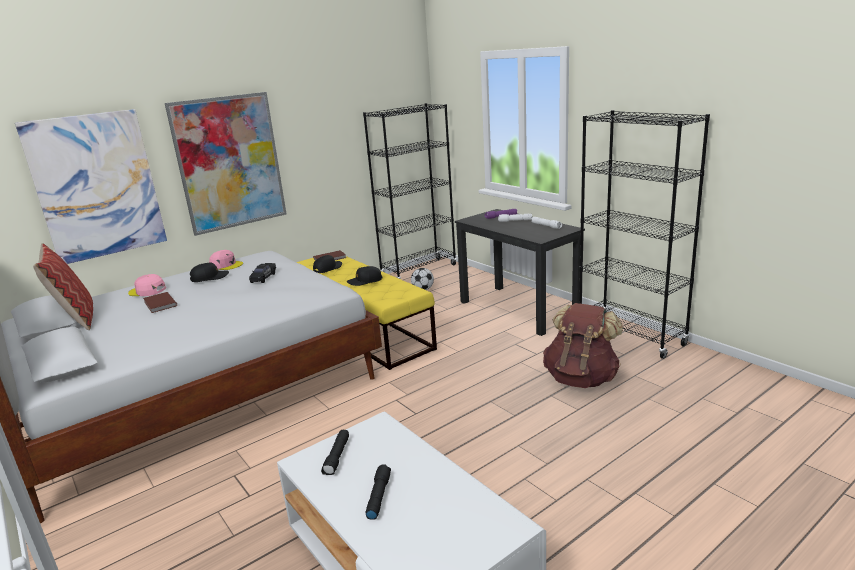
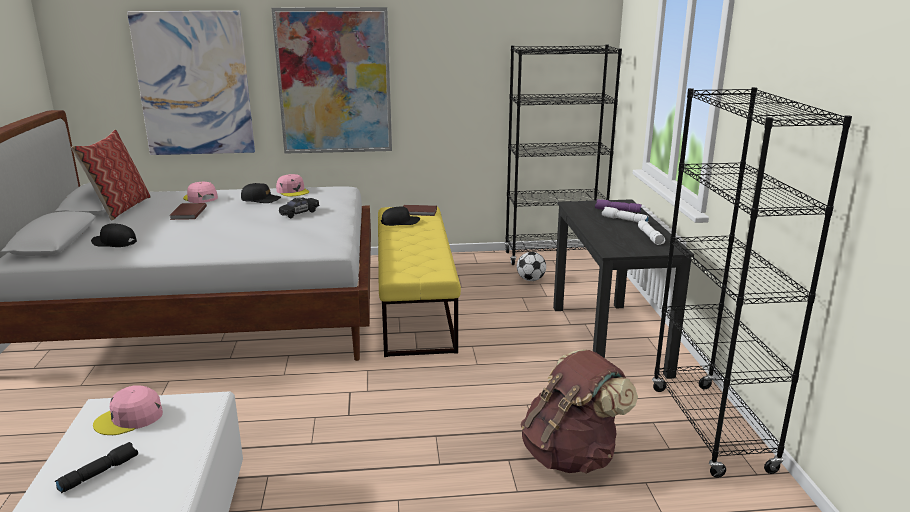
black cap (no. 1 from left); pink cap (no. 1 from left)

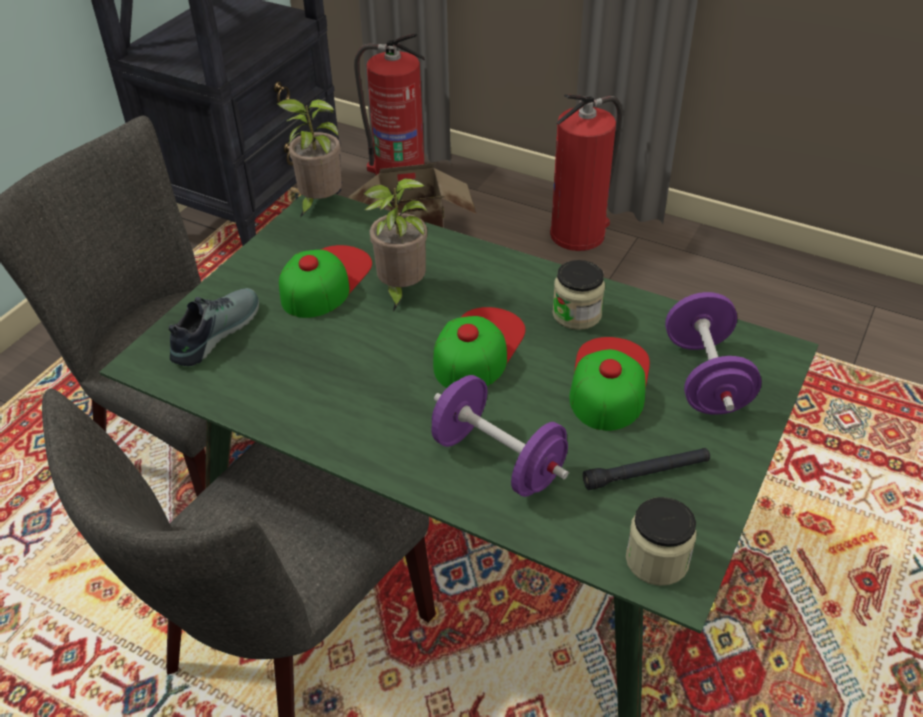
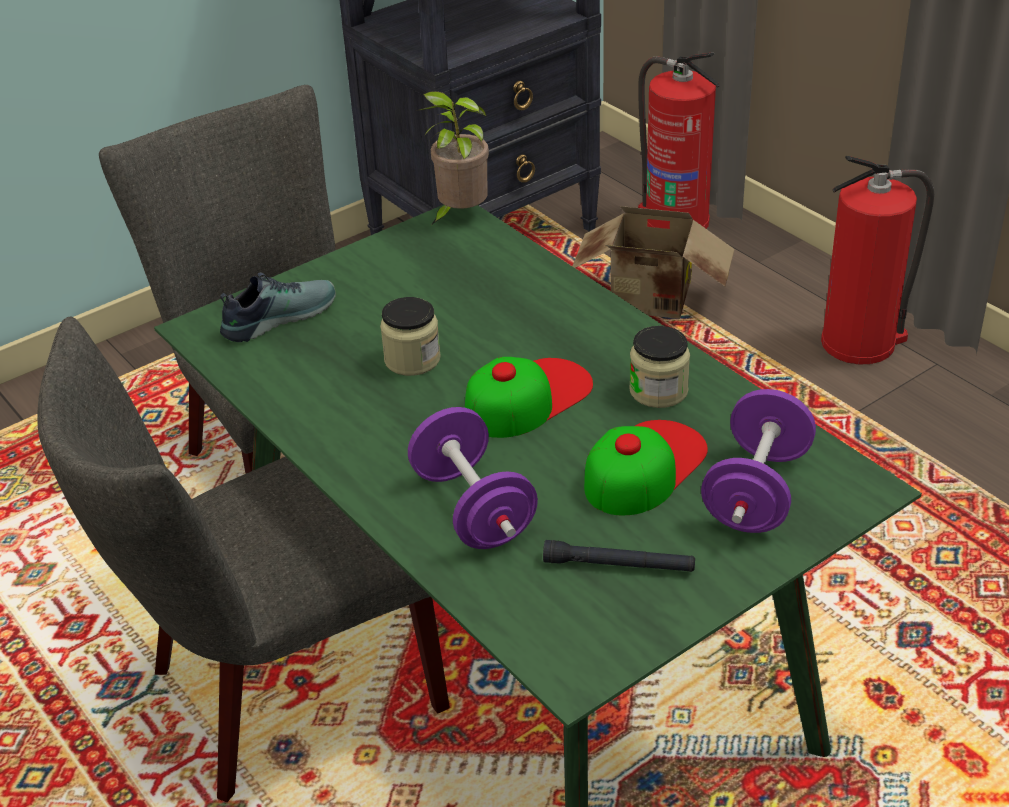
cap (no. 1 from left in the first image); potted plant (no. 2 from left in the first image); jar (no. 1 from left)

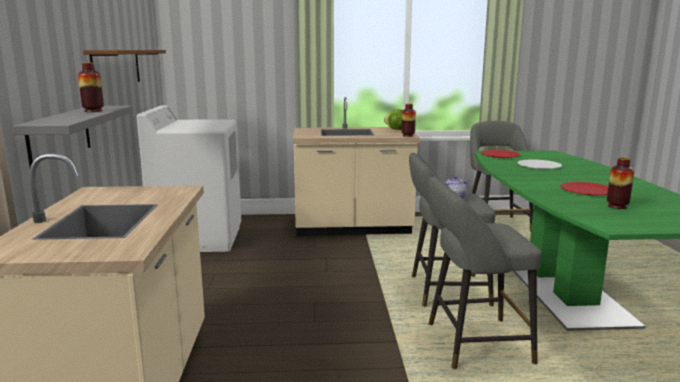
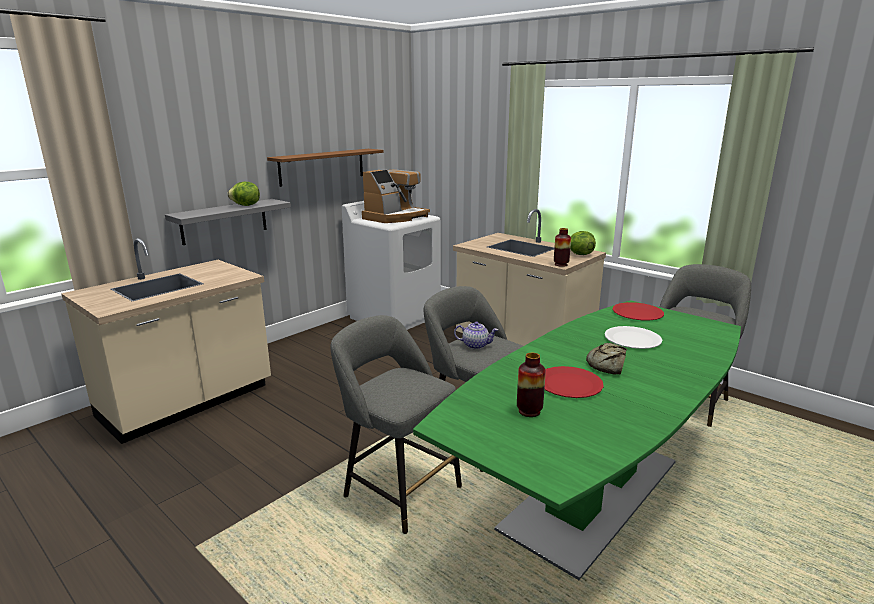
coffee machine; bread; lettuce (no. 1 from left)

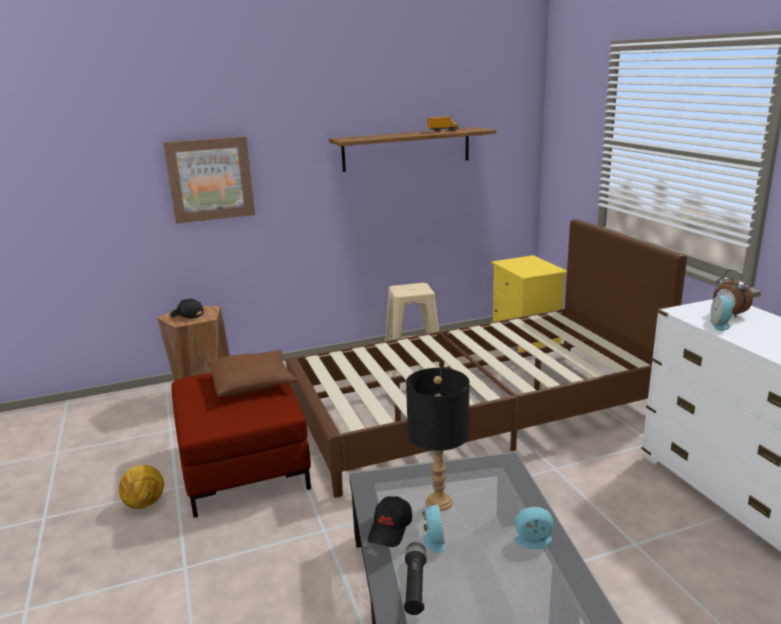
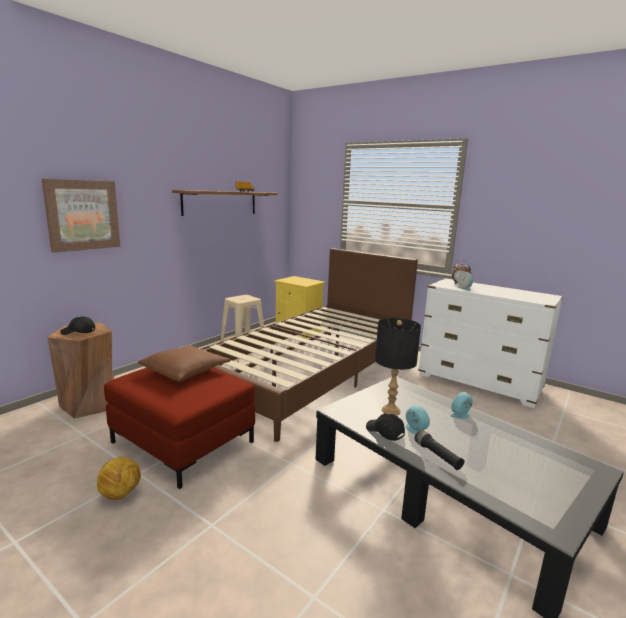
black cap (no. 2 from left)

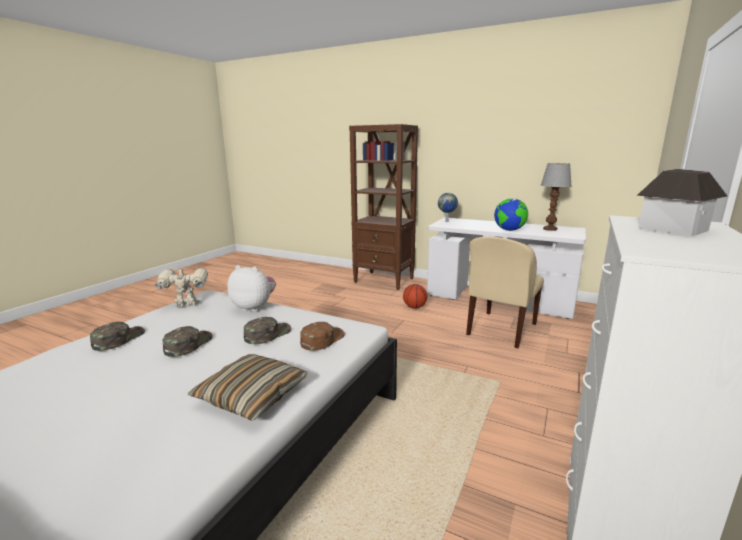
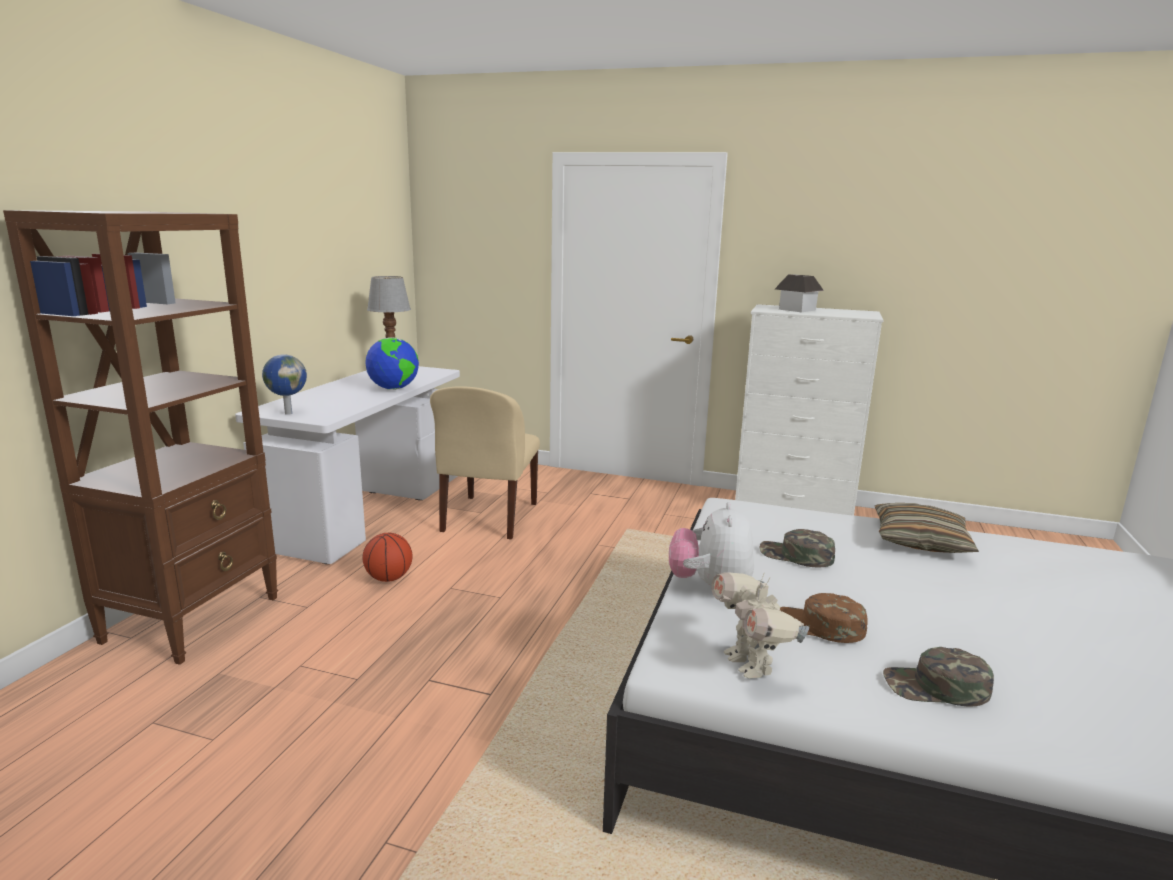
green cap (no. 2 from left in the first image); brown cap; beige chair

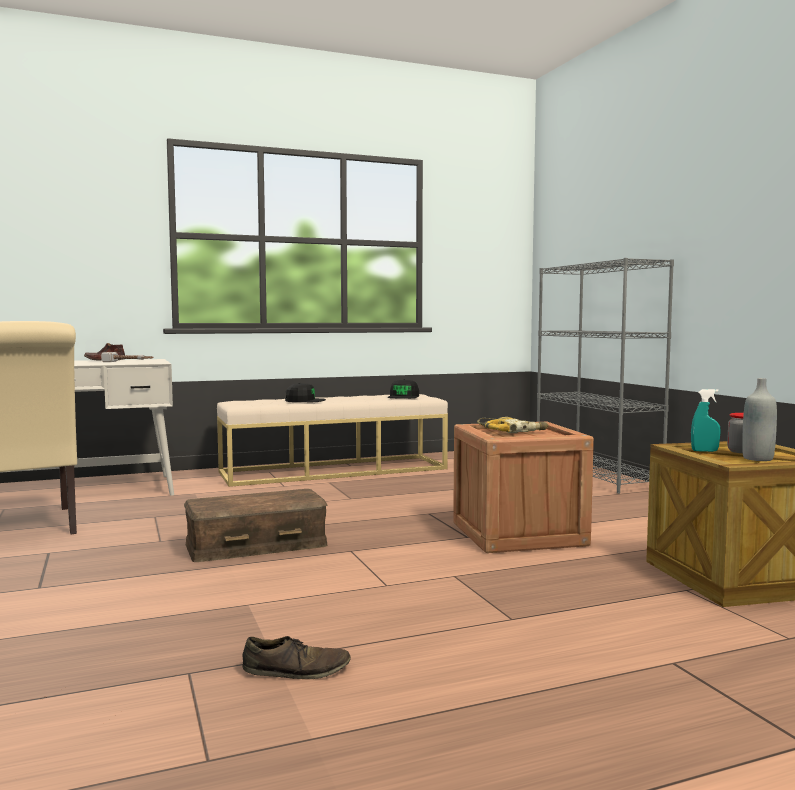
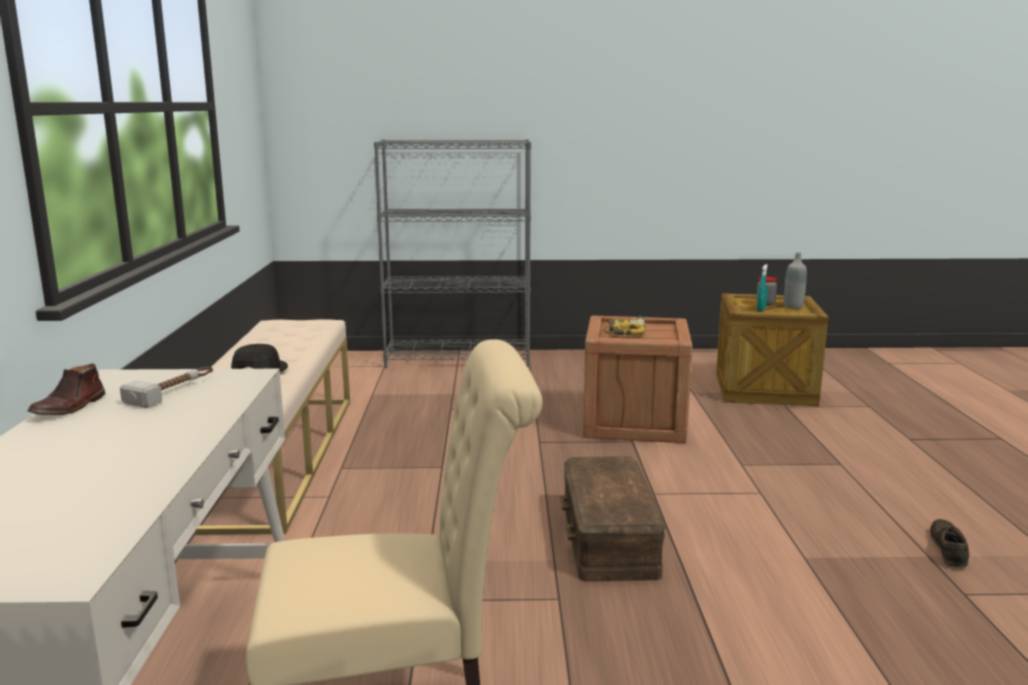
black cap (no. 2 from left in the first image)

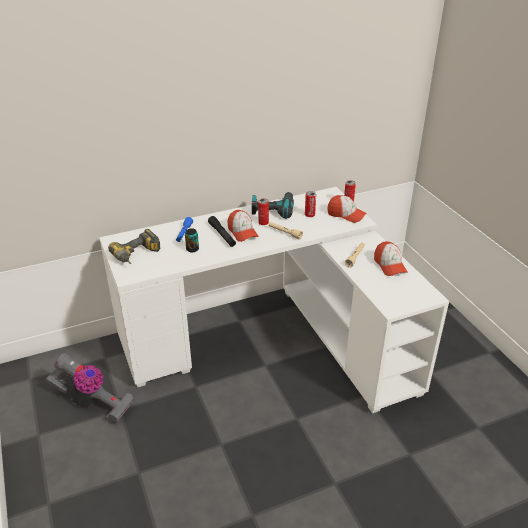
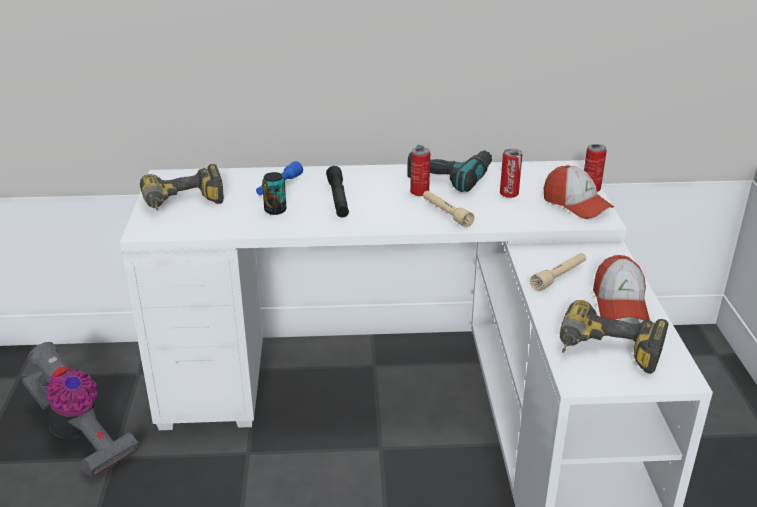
cap (no. 1 from left in the first image); power drill (no. 3 from left)

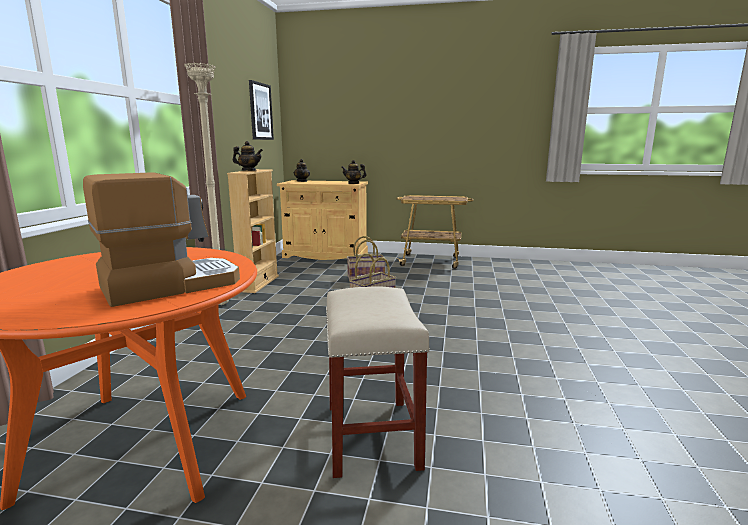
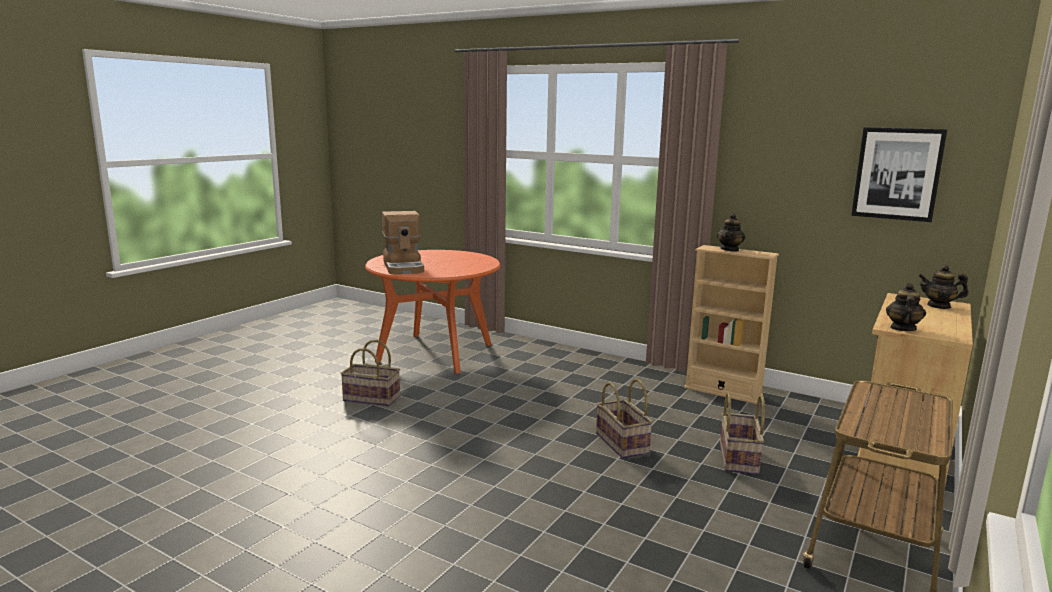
beige floor lamp; basket (no. 1 from left)

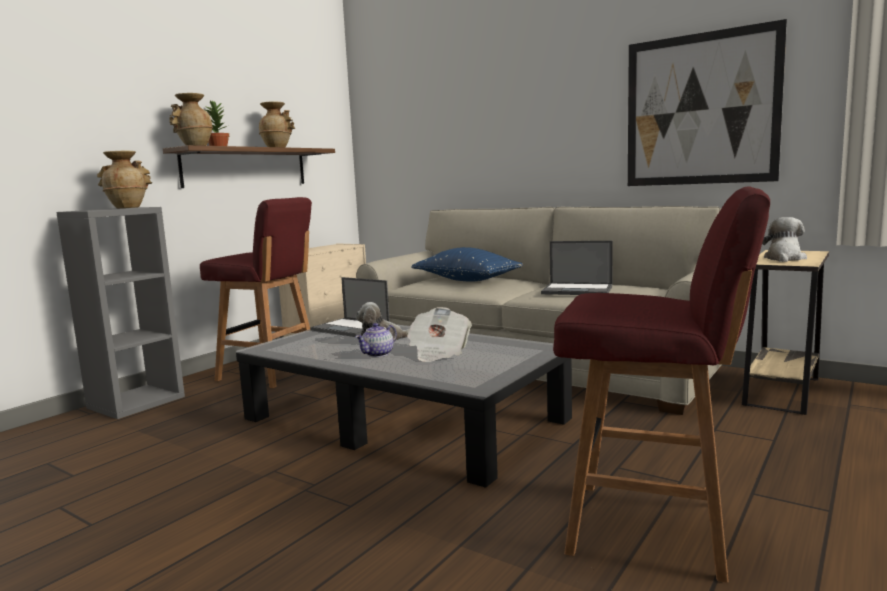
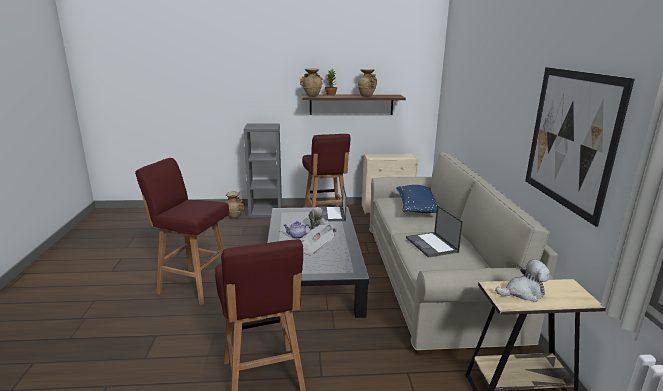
red stool (no. 1 from left); beige vase (no. 1 from left)

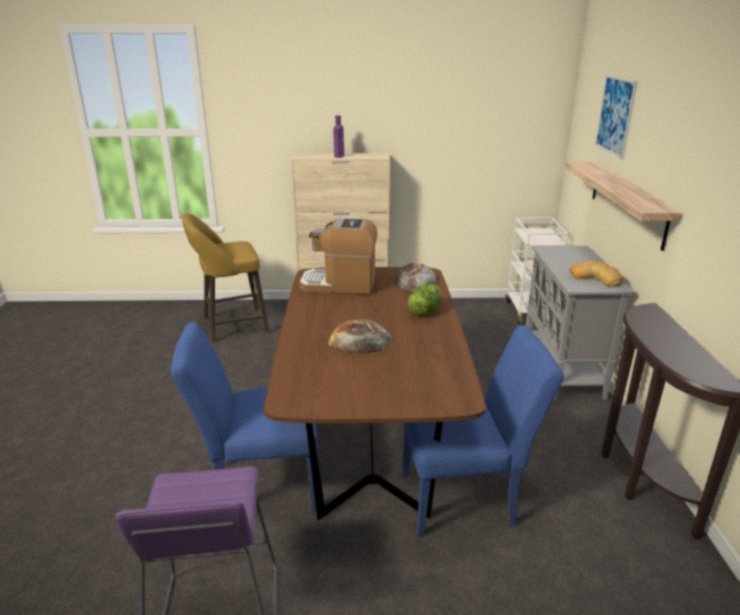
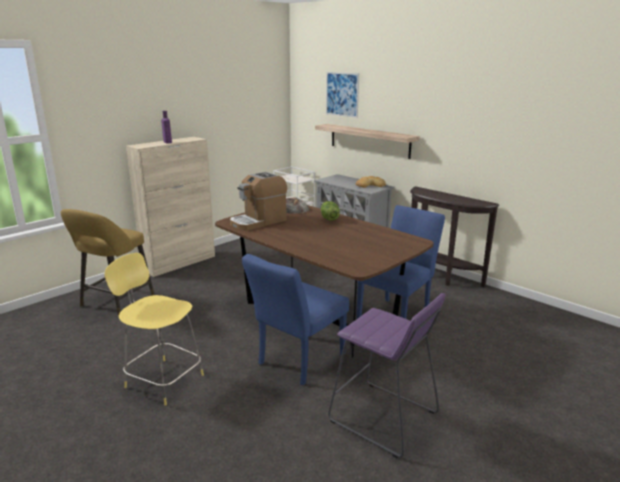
bread (no. 1 from left in the first image); yellow stool (no. 2 from left)

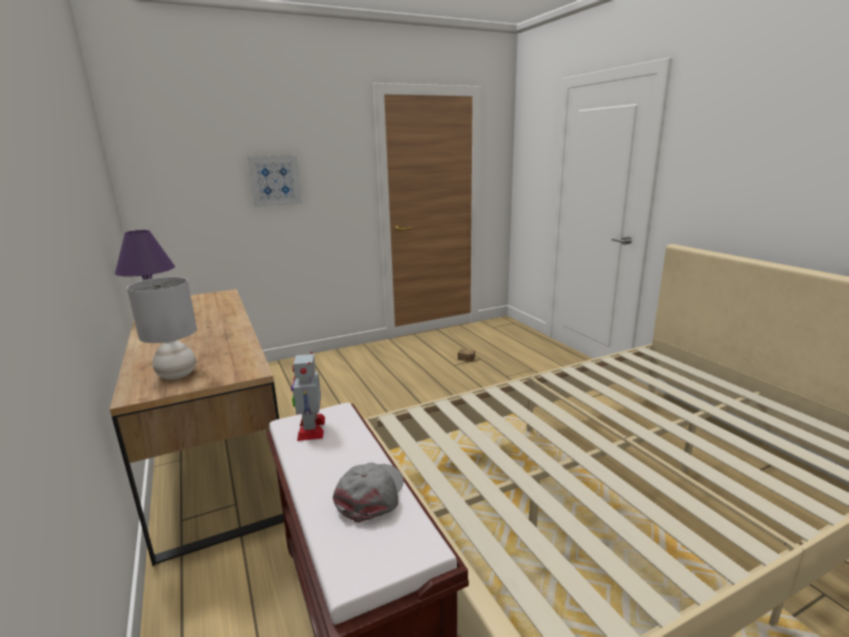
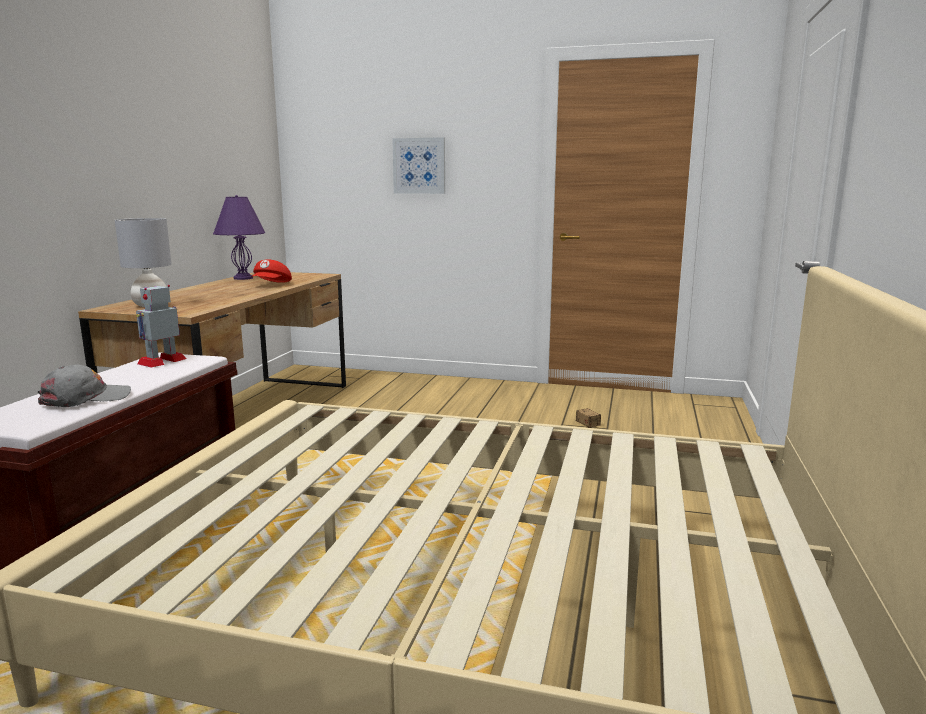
red cap

